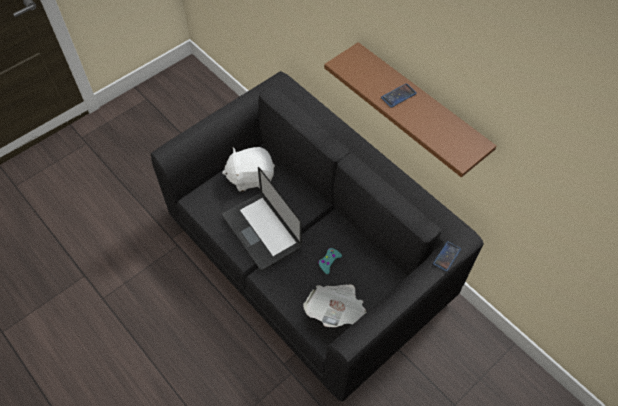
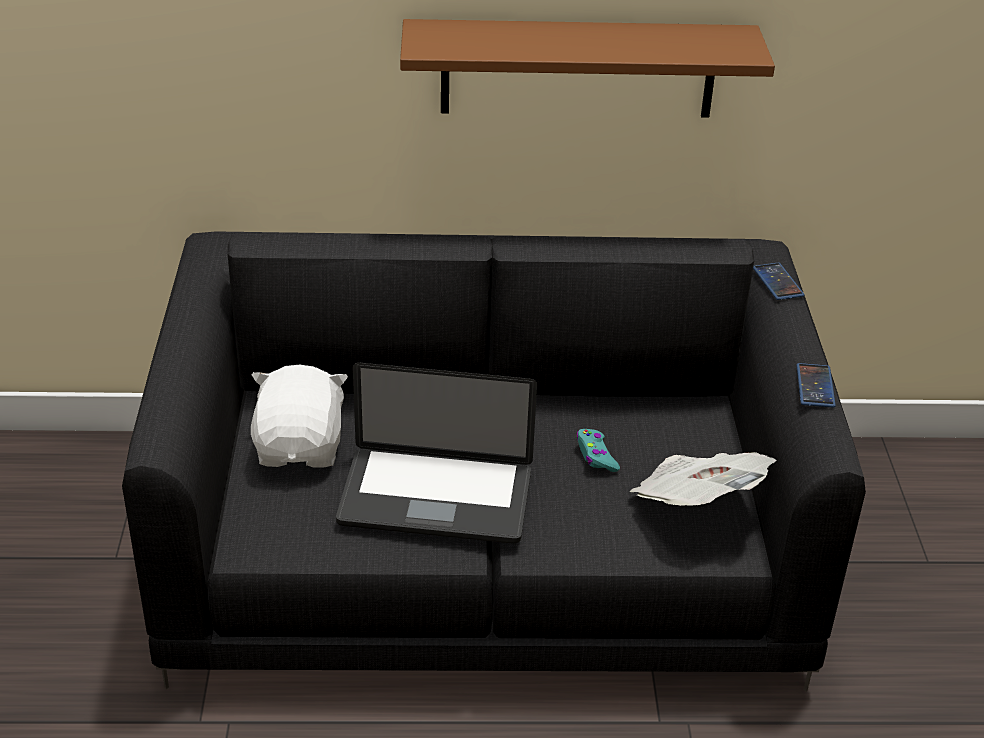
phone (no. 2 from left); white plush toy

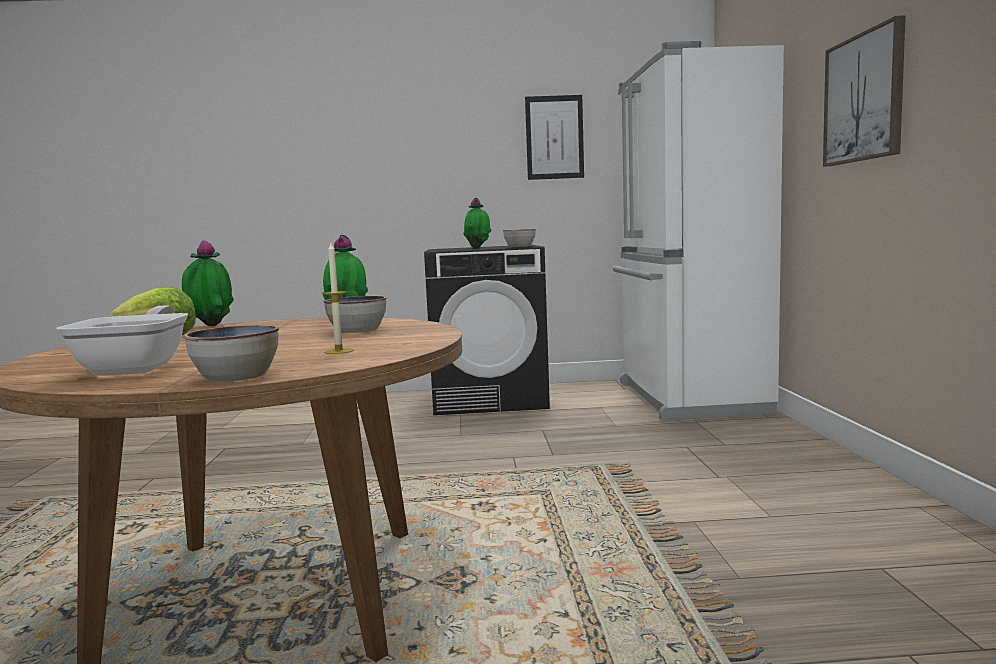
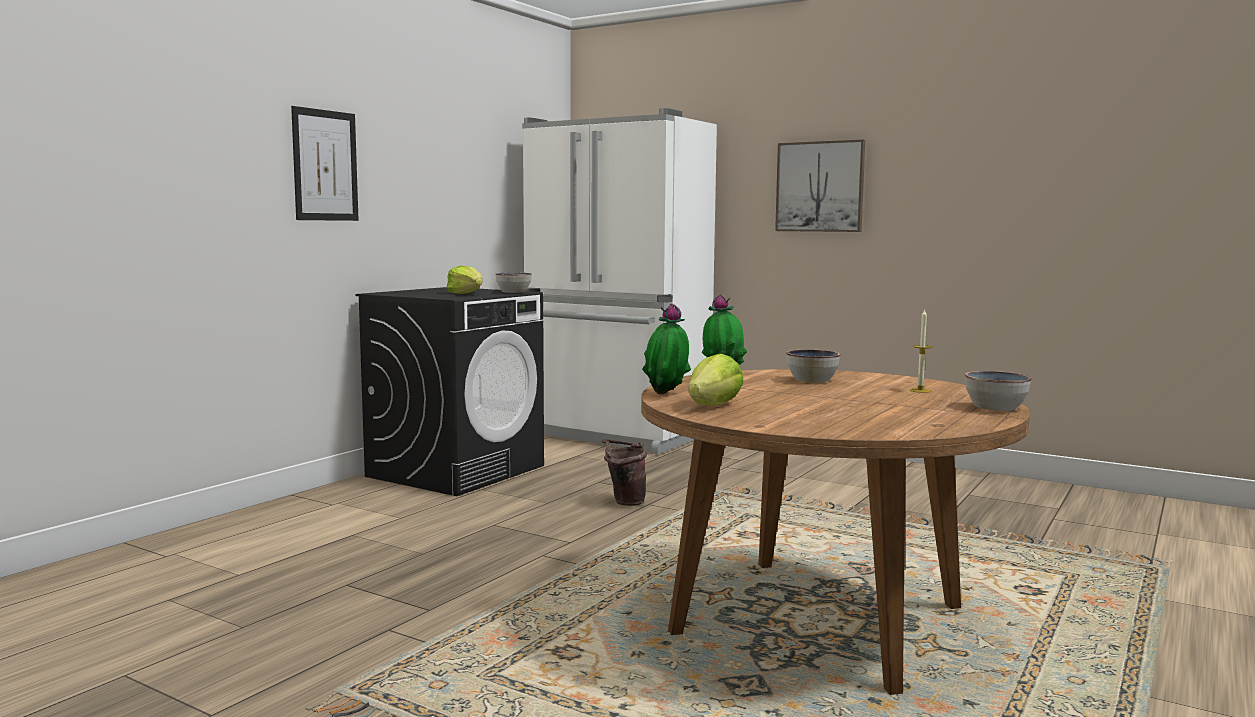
frying pan; brown bucket; picture (no. 1 from left); lettuce (no. 1 from left)

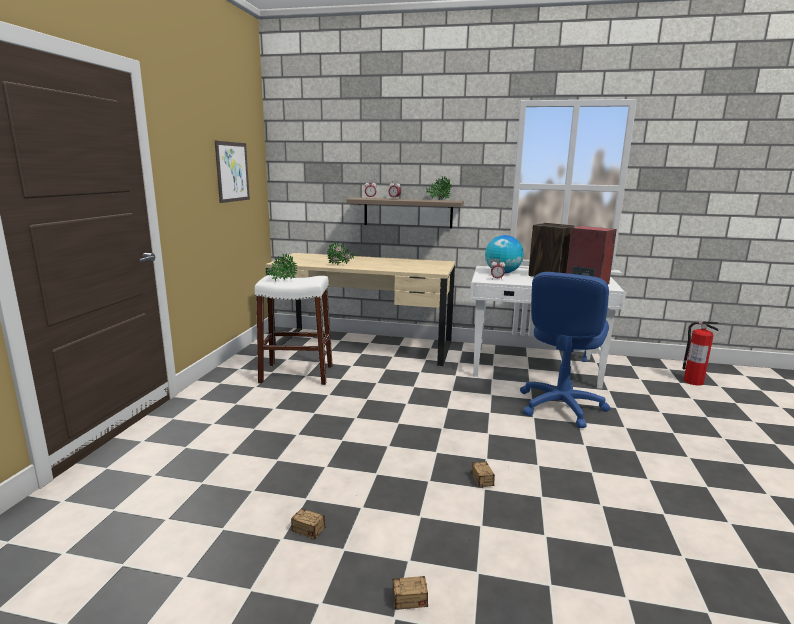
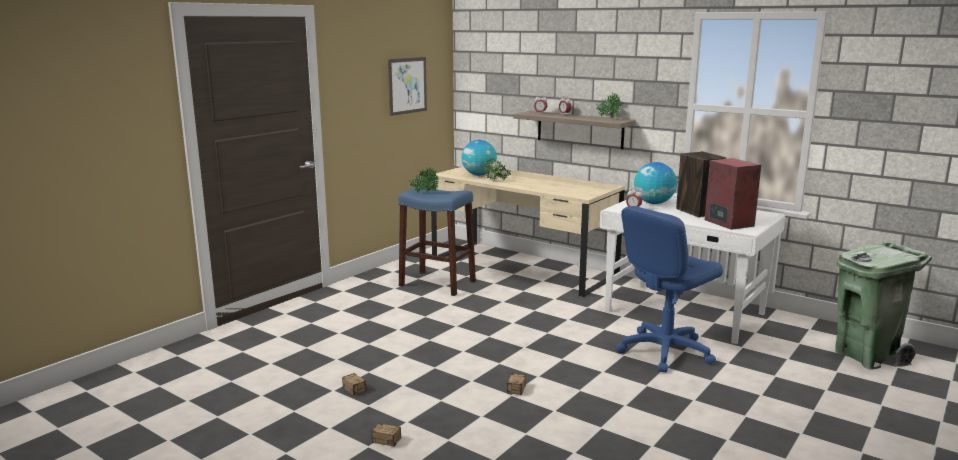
globe (no. 1 from left); green trash can; blue stool

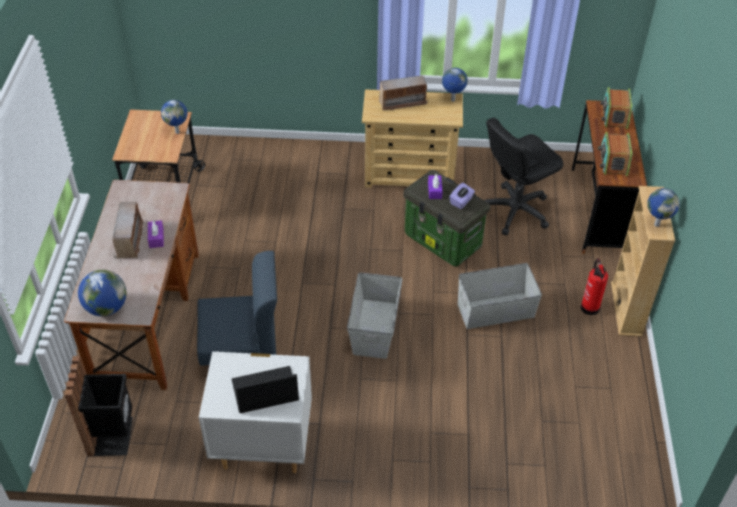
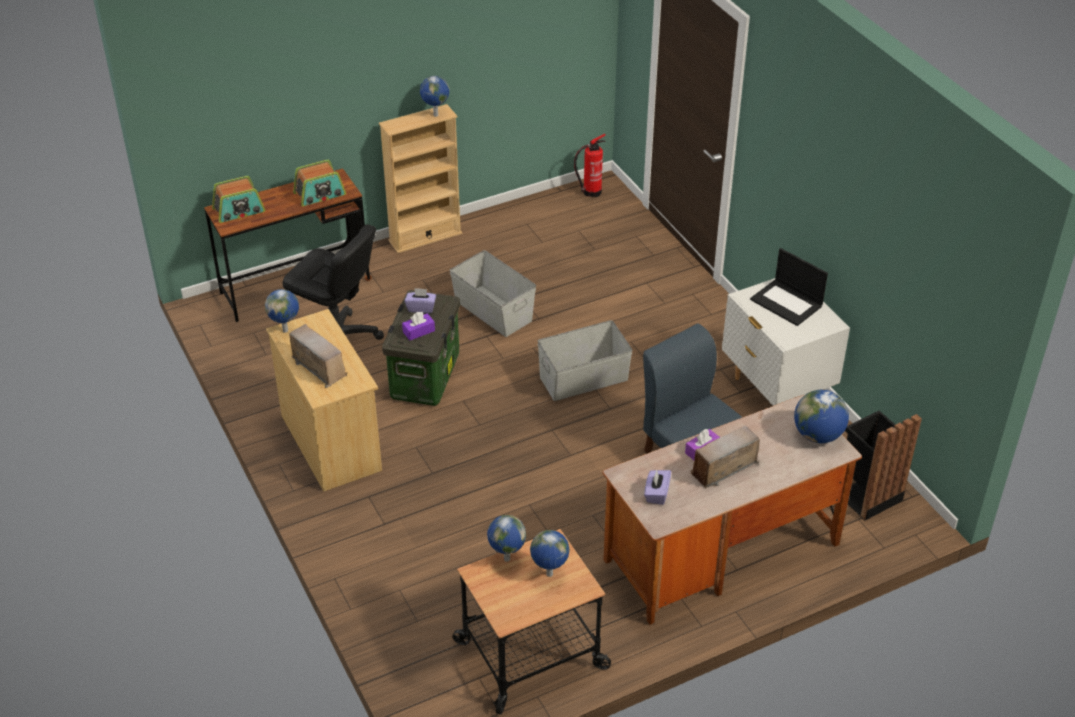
globe (no. 4 from left); purple tissue box (no. 3 from left); fire extinguisher

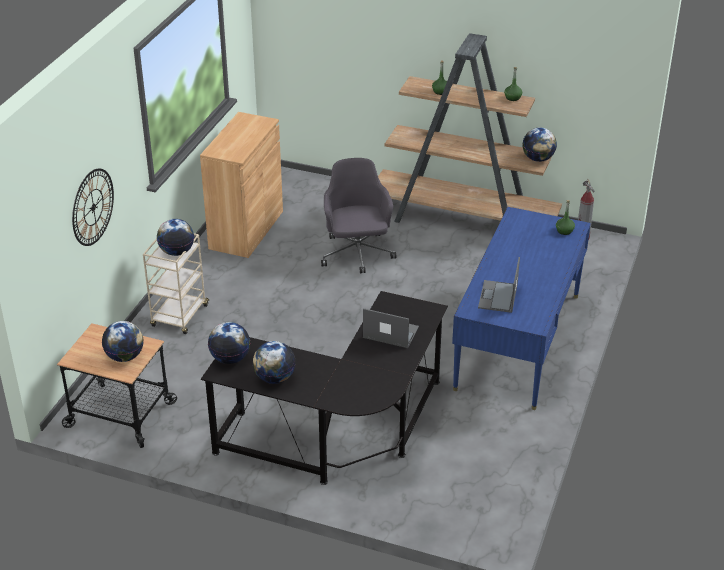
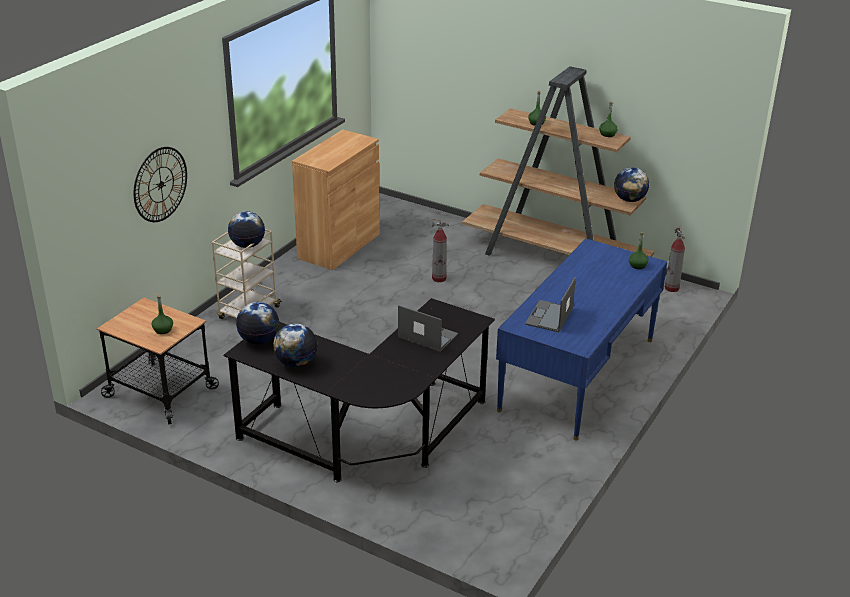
green bottle (no. 1 from left); fire extinguisher (no. 1 from left)

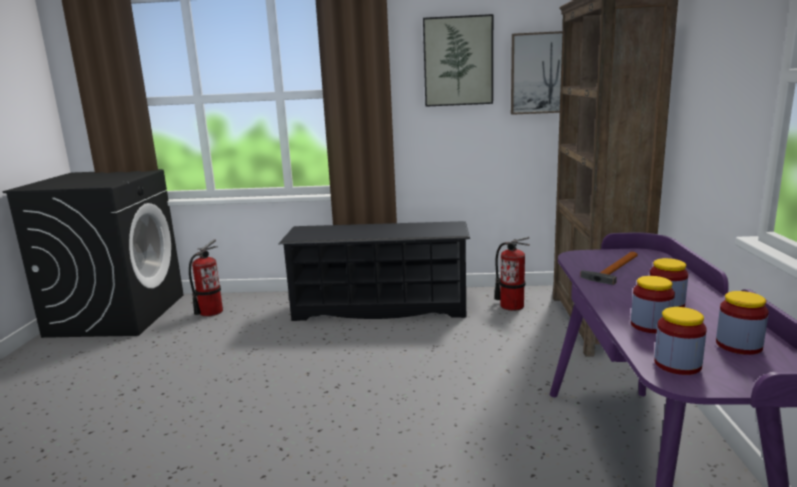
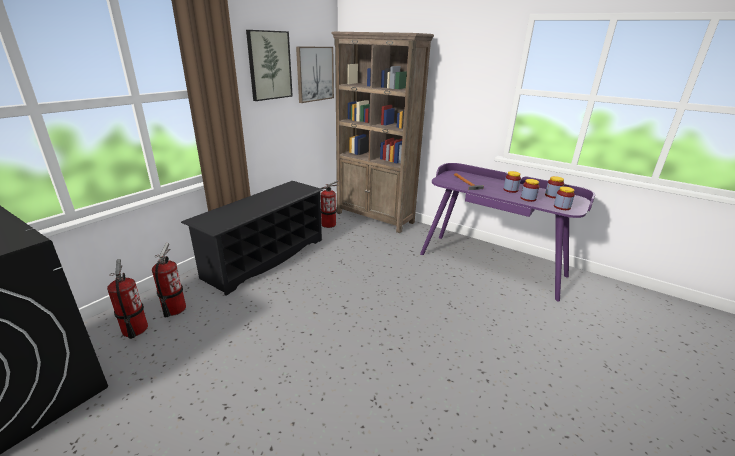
fire extinguisher (no. 2 from left)

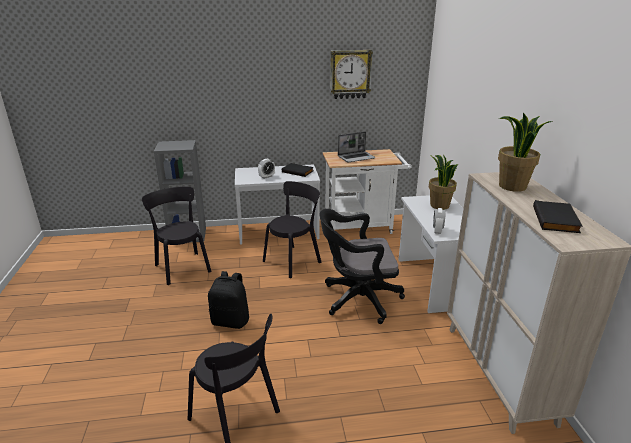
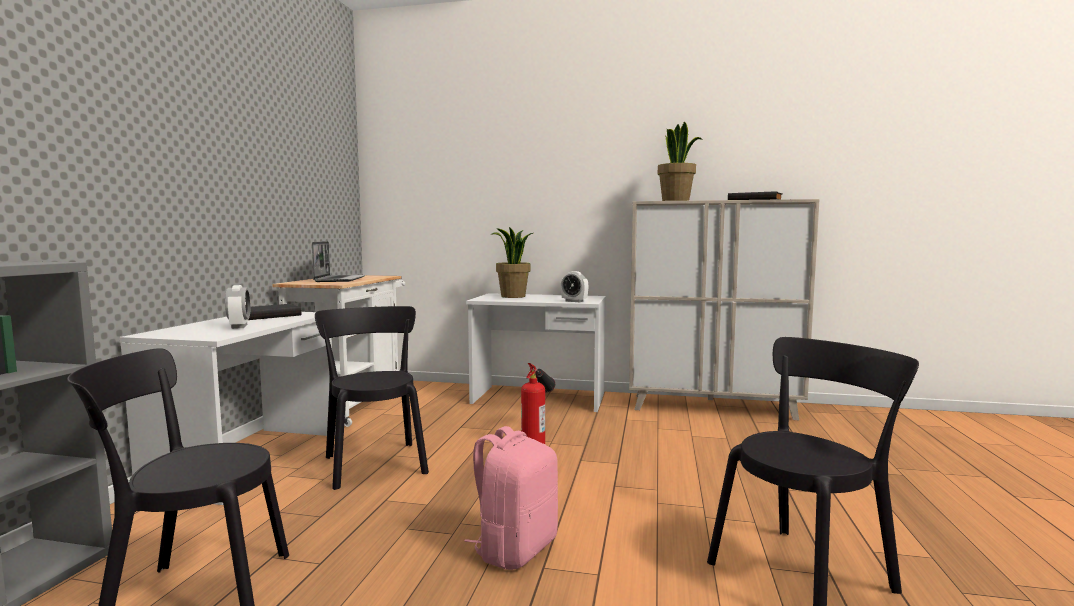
wall clock; fire extinguisher; pink backpack

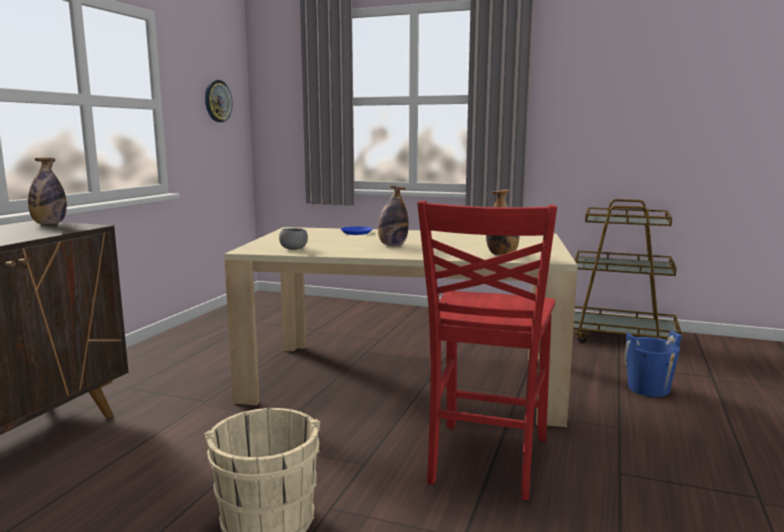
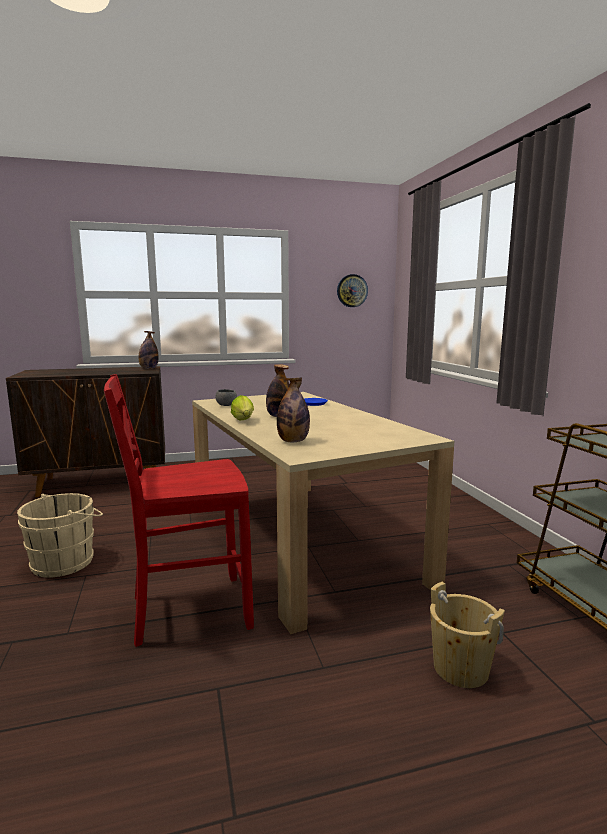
lettuce; beige bucket (no. 2 from left)

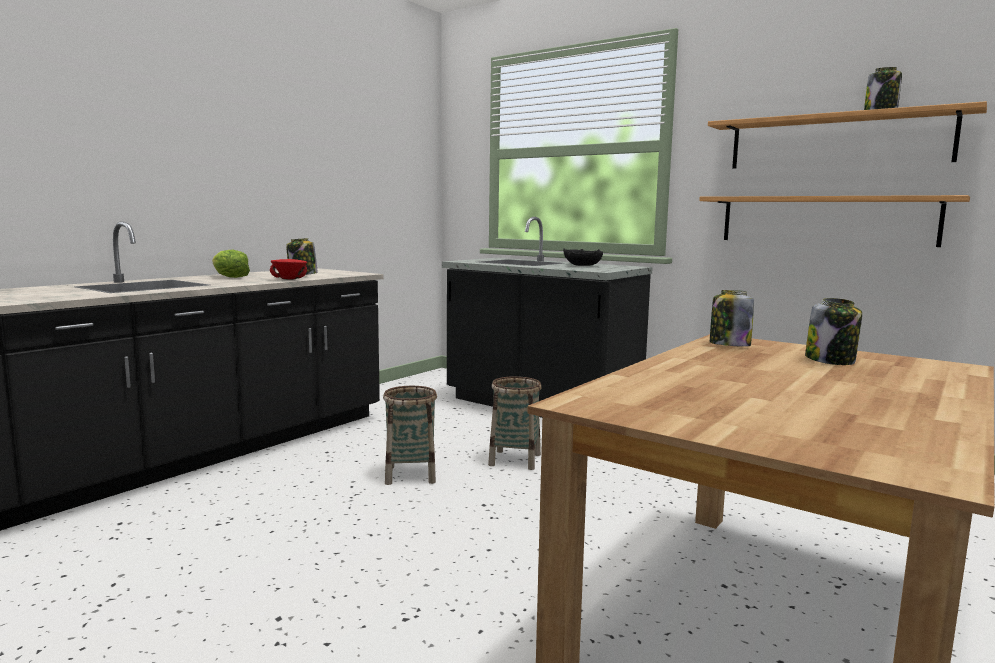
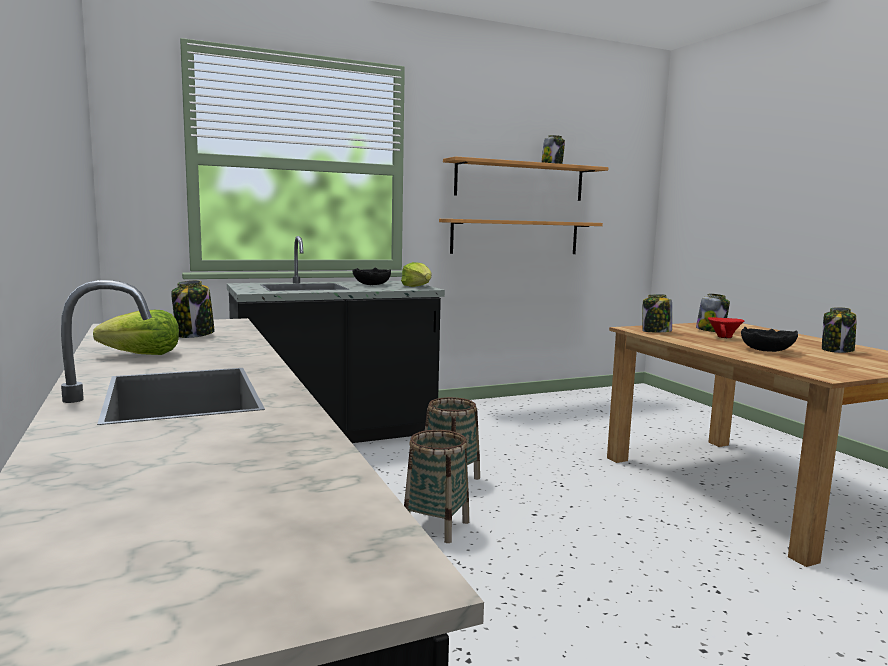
lettuce (no. 2 from left); black bowl (no. 2 from left); jar (no. 5 from left); red bowl

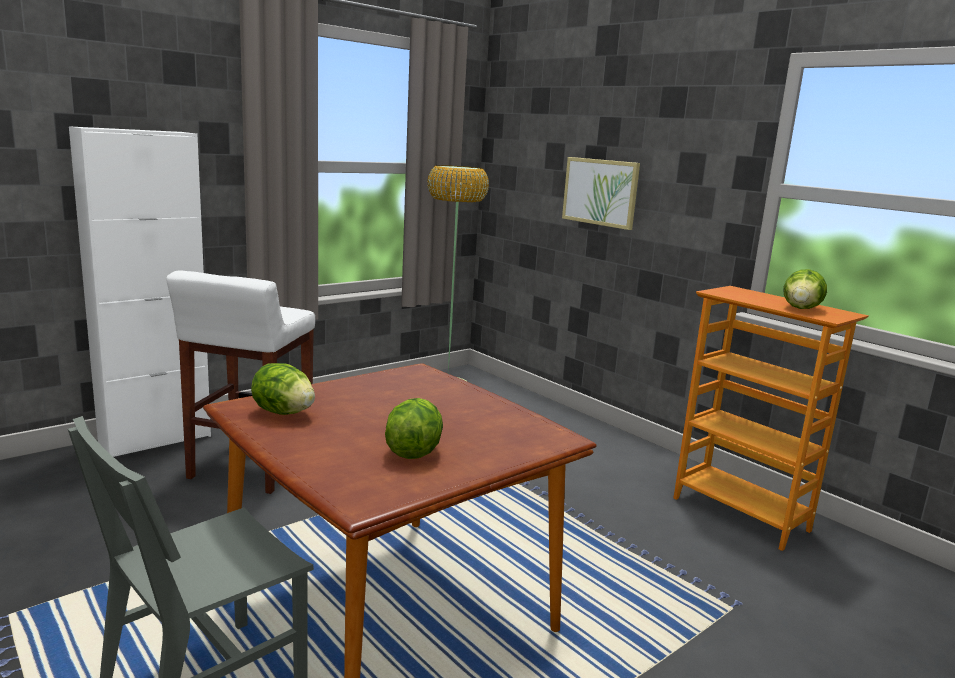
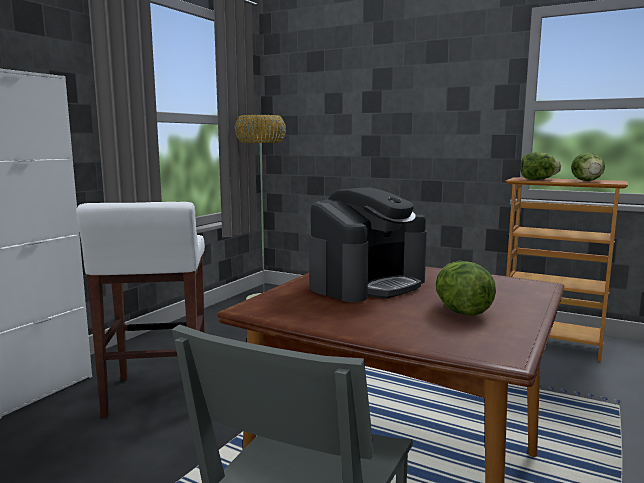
picture; coffee machine; lettuce (no. 2 from left)

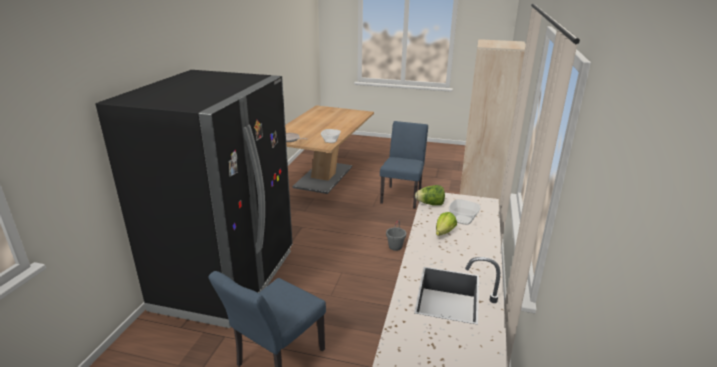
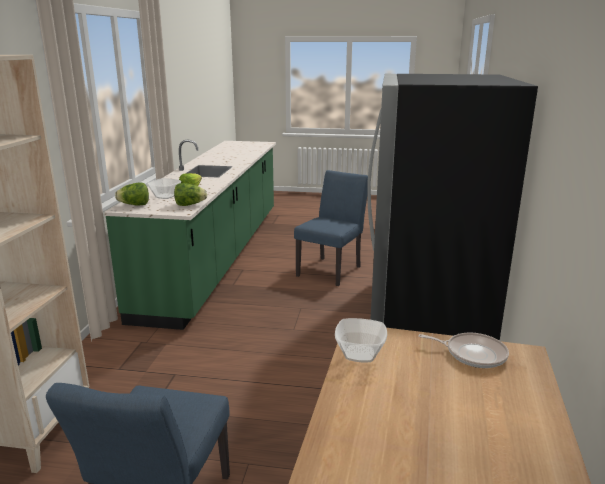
grey bucket; lettuce (no. 1 from left)

